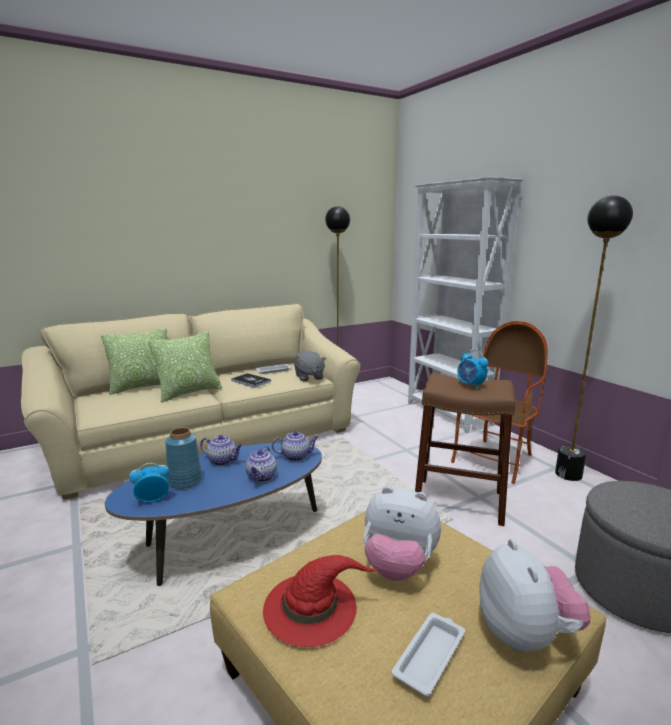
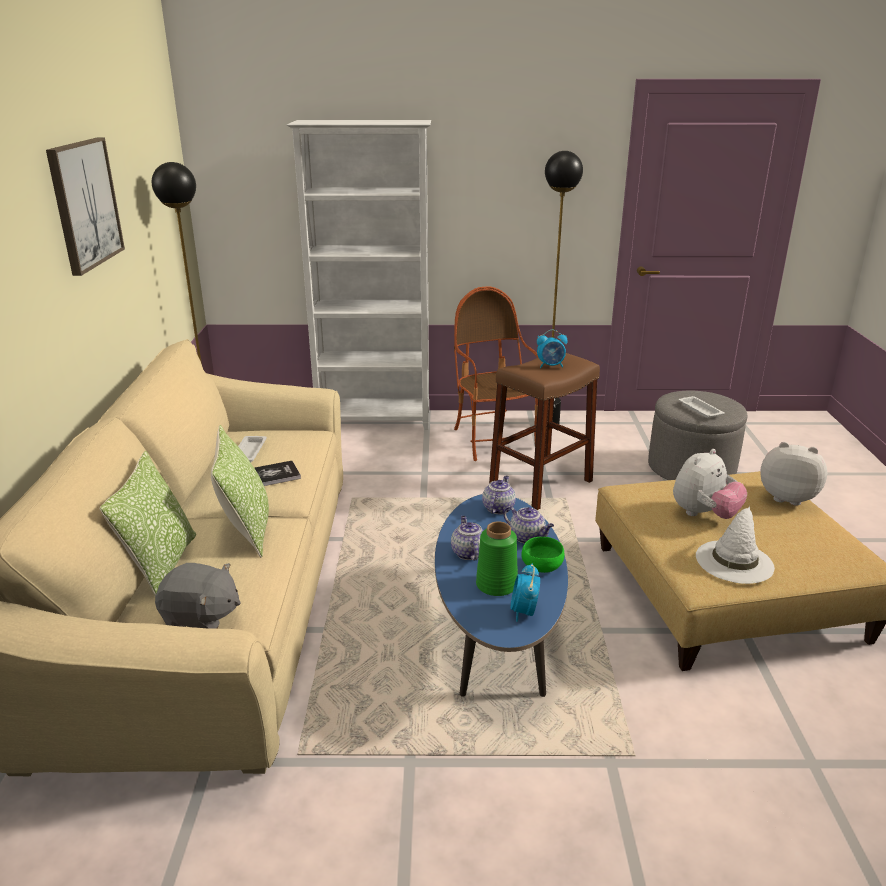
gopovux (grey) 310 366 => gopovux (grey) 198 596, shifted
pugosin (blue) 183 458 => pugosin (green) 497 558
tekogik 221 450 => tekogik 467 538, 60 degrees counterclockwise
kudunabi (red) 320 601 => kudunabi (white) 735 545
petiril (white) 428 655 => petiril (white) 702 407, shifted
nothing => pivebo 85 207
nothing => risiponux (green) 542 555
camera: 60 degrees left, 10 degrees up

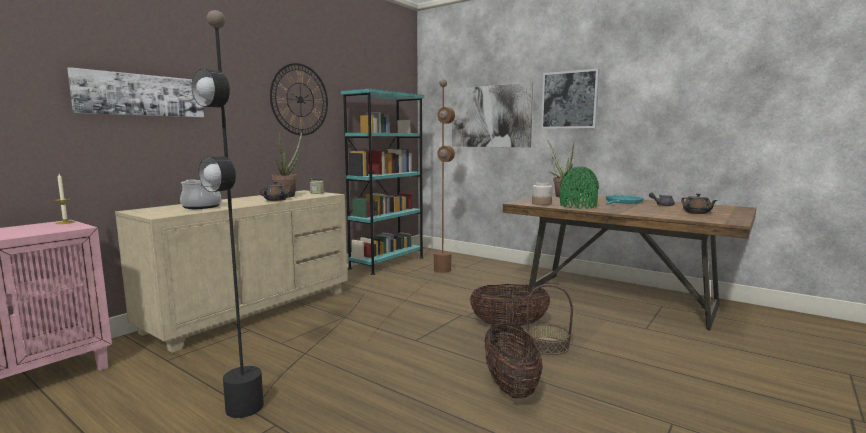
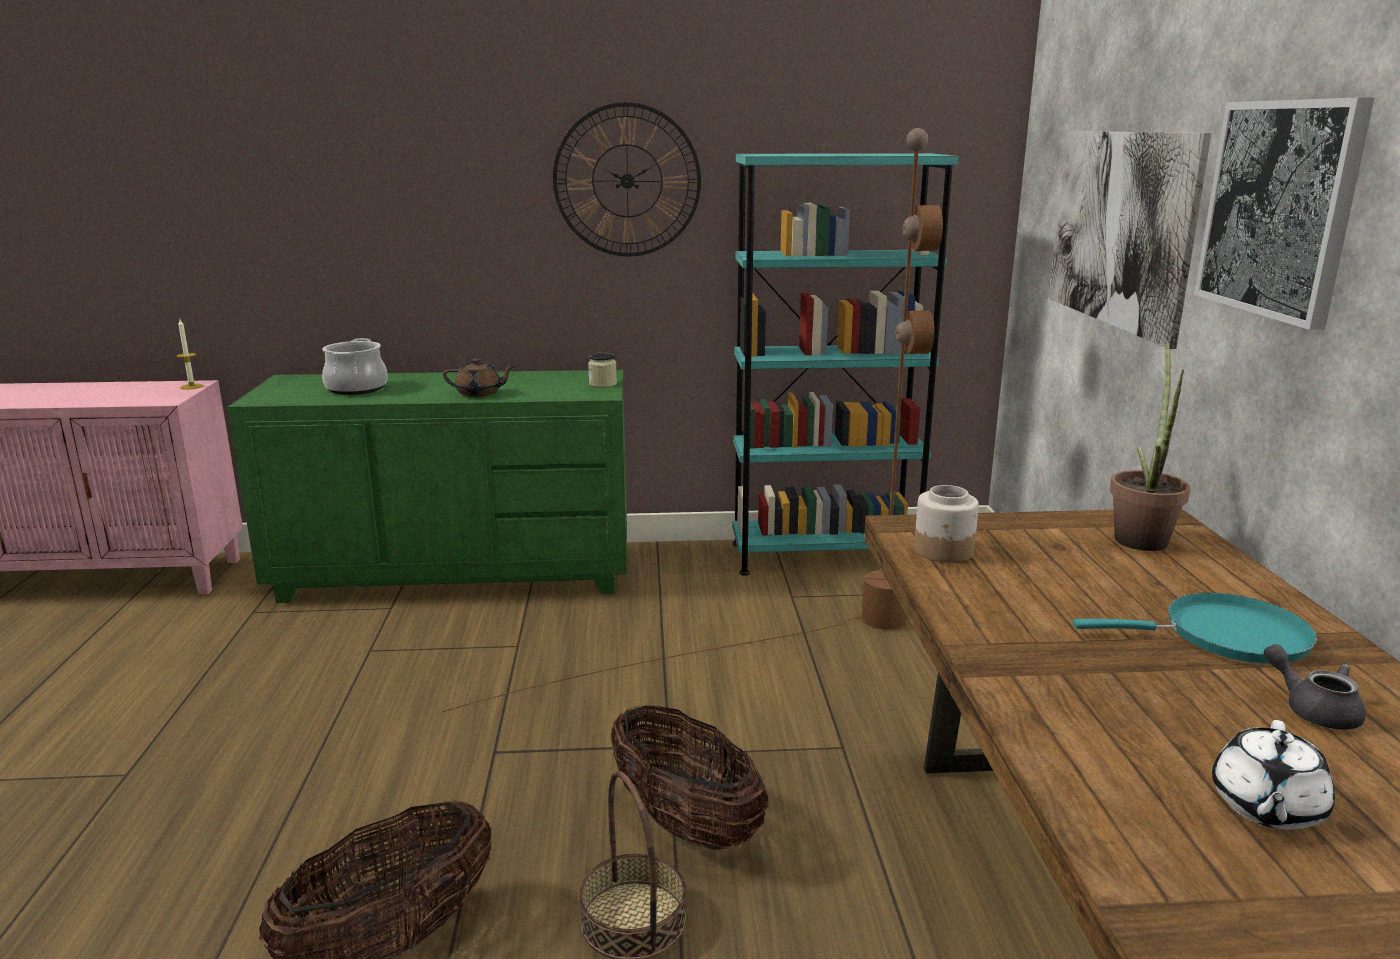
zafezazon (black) 278 214 => nothing
pivebo 135 92 => nothing
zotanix 287 164 => nothing
pugosin (green) 579 188 => nothing
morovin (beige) 231 271 => morovin (green) 427 486
tekogik (brown) 699 203 => tekogik (white) 1273 775
camera: 50 degrees right, 10 degrees up

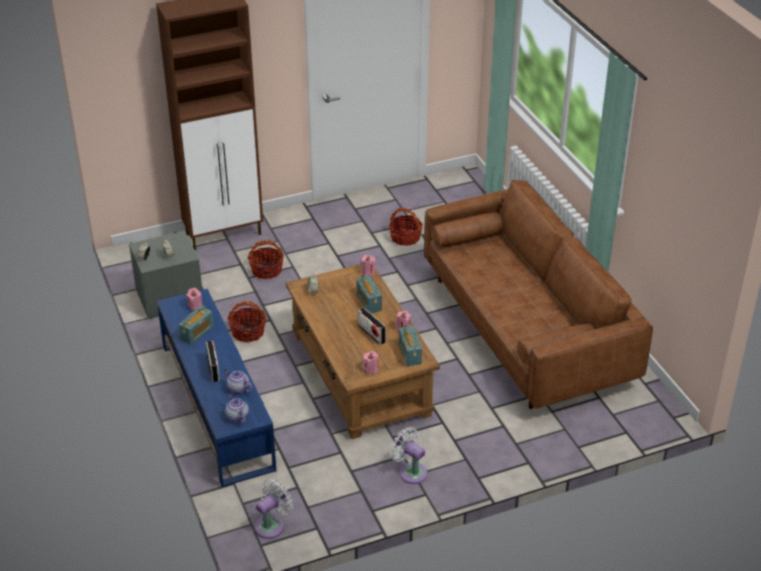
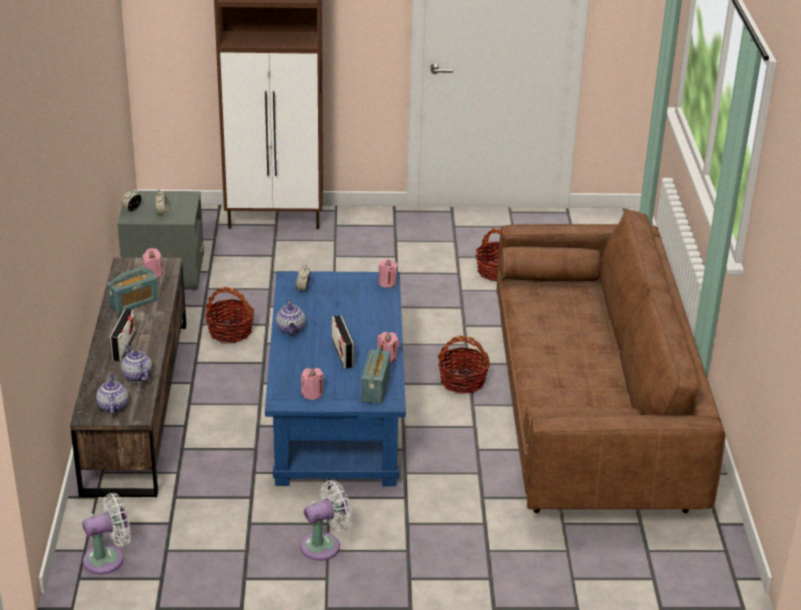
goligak 265 259 => goligak 463 365, shifted
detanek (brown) 363 351 => detanek (blue) 335 378
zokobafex 369 294 => nothing
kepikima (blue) 216 388 => kepikima (brown) 128 377
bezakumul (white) 409 455 => bezakumul (white) 327 520, 90 degrees clockwise
nothing => tekogik 291 317
camera: 20 degrees right, 5 degrees down

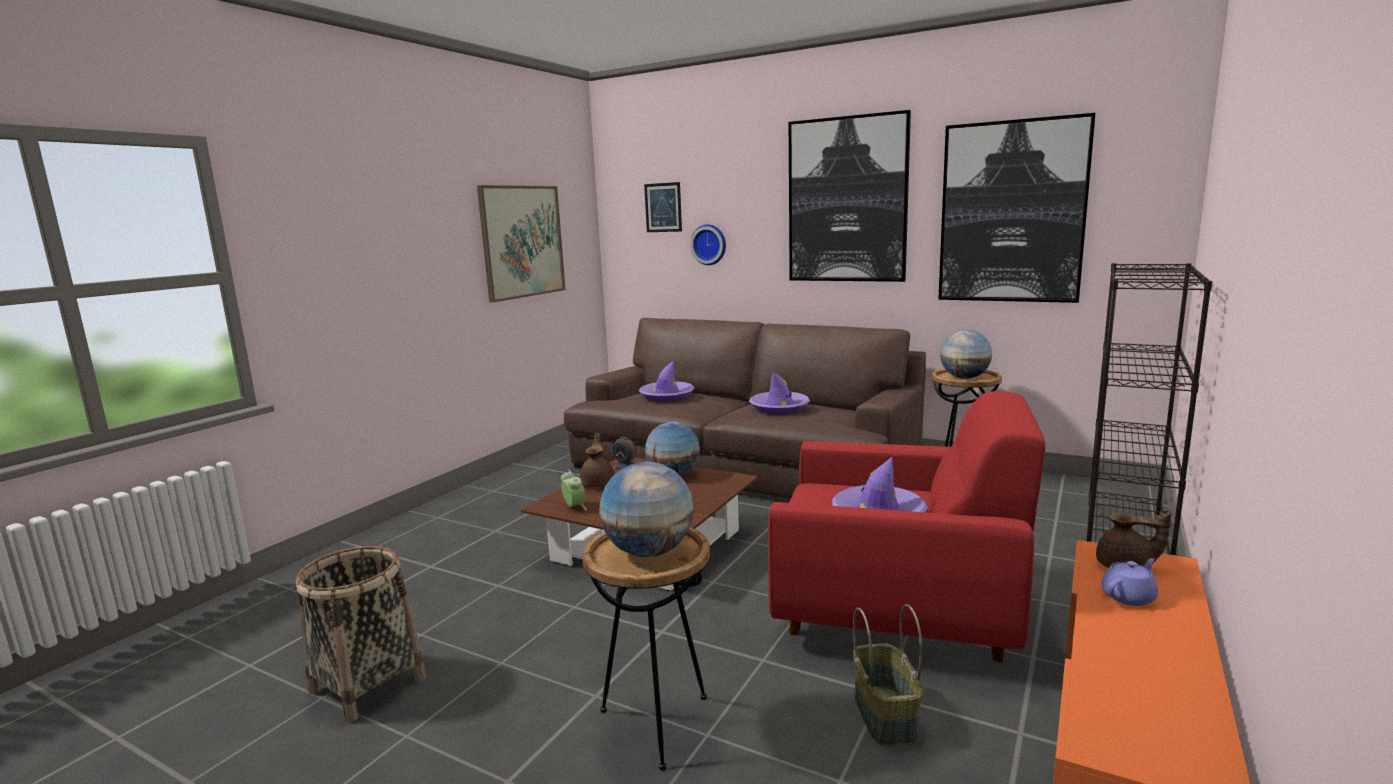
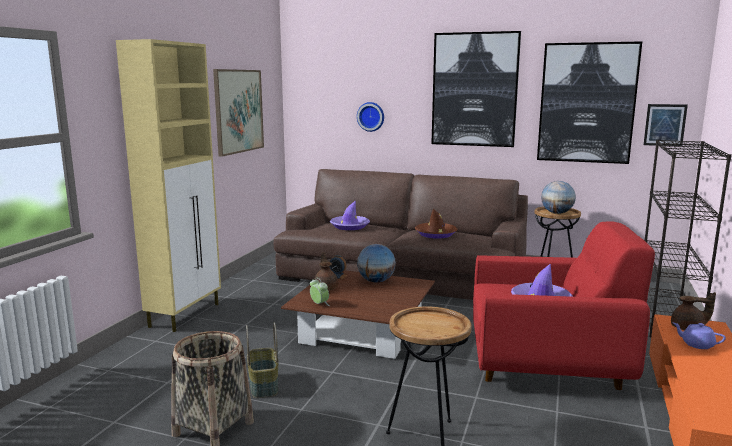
pivebo 663 207 => pivebo 665 125, shifted
kudunabi (purple) 779 393 => kudunabi (brown) 436 224
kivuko 646 509 => nothing
tekogik (purple) 1129 582 => tekogik (purple) 699 336, 105 degrees counterclockwise
goligak 888 675 => goligak 262 360, shifted
nothing => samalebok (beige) 168 185
camera: 10 degrees left, 0 degrees up

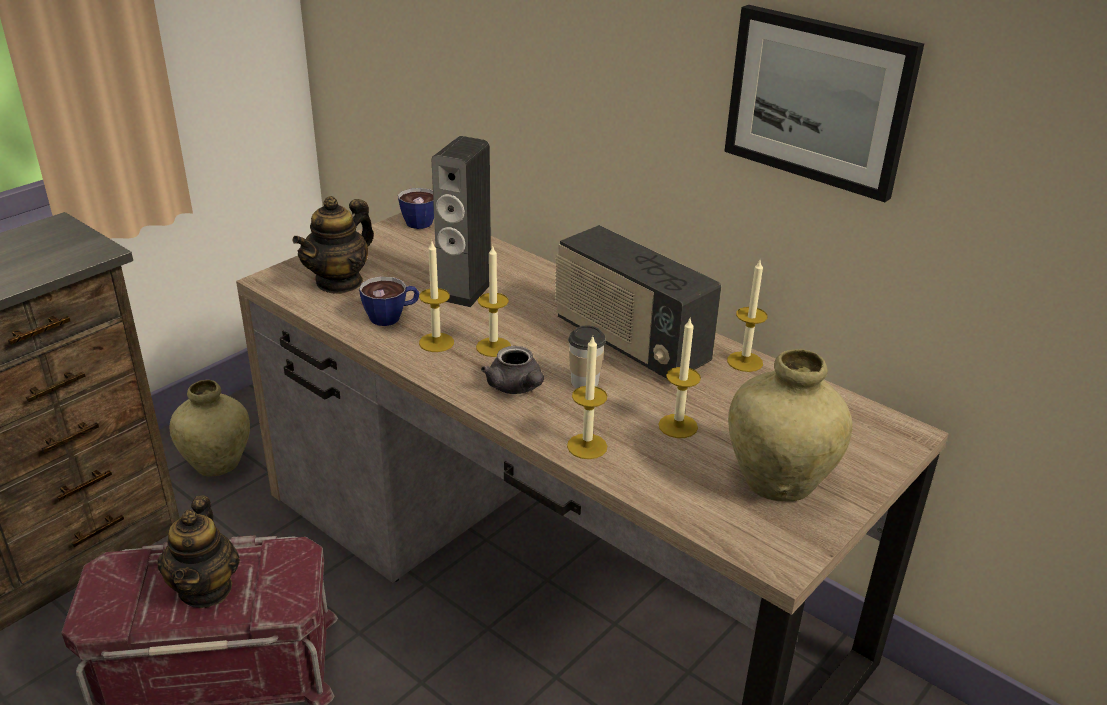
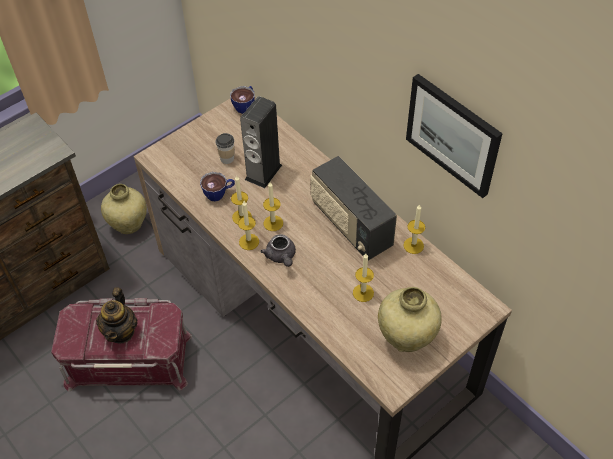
tekogik 333 245 => nothing
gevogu 587 357 => gevogu 225 148, shifted
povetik 587 398 => povetik 248 225, shifted
camera: 10 degrees right, 20 degrees up

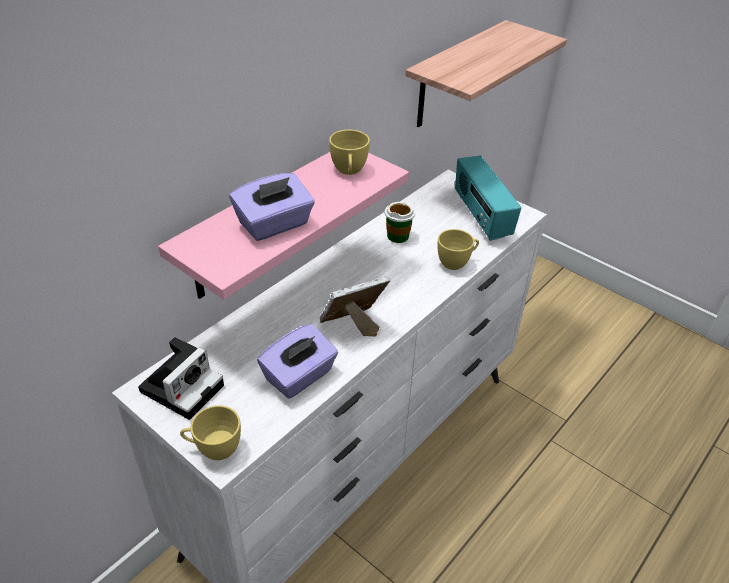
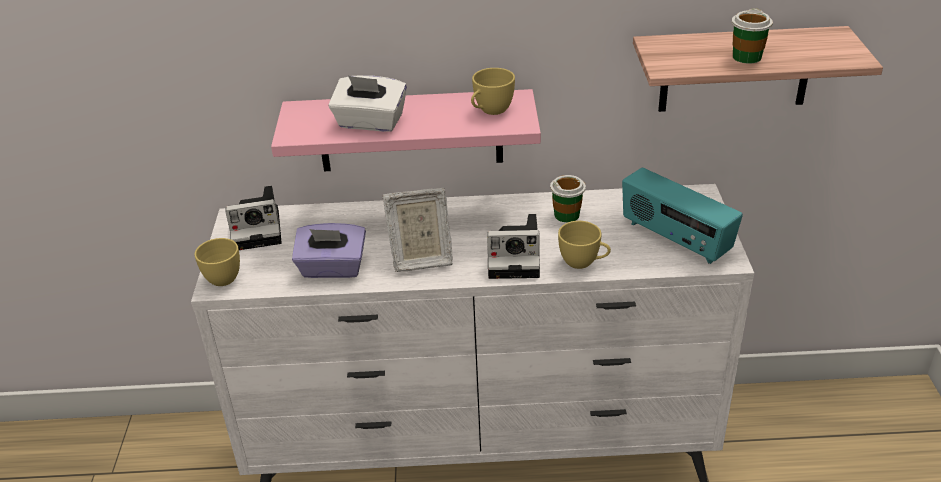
zokobafex 488 198 => zokobafex 682 216, 75 degrees counterclockwise
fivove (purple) 272 207 => fivove (white) 368 103
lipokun 355 306 => lipokun 417 230, 150 degrees clockwise
nothing => gevogu 752 36
nothing => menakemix 513 246
camera: 50 degrees right, 5 degrees down

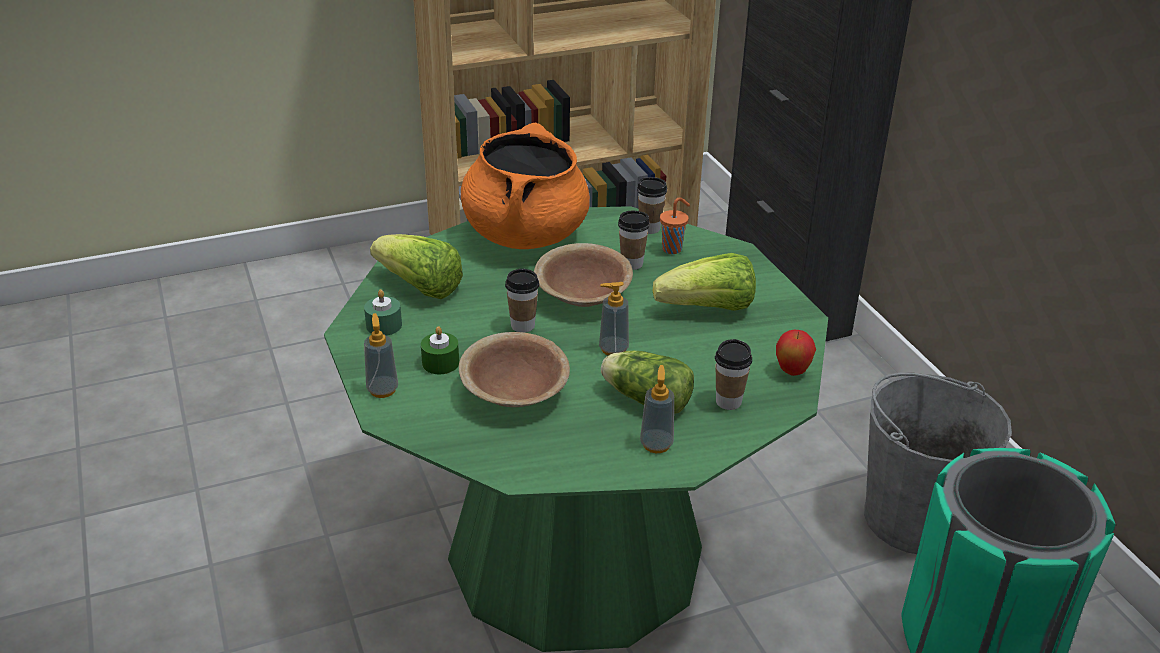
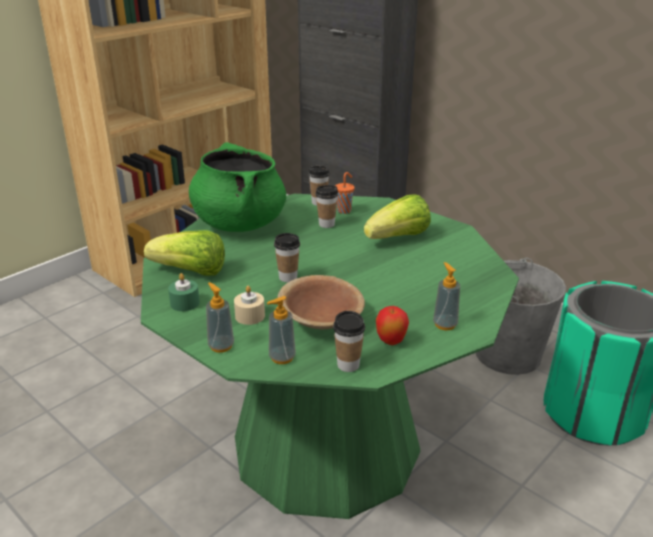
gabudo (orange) 525 185 => gabudo (green) 237 187
risiponux (brown) 583 275 => nothing
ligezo 614 318 => ligezo 281 330, shifted
povetik (green) 440 350 => povetik (beige) 249 305
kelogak 796 353 => kelogak 392 325, shifted
gevogu 733 374 => gevogu 349 341, shifted
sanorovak 647 382 => nothing
camera: 25 degrees left, 5 degrees down

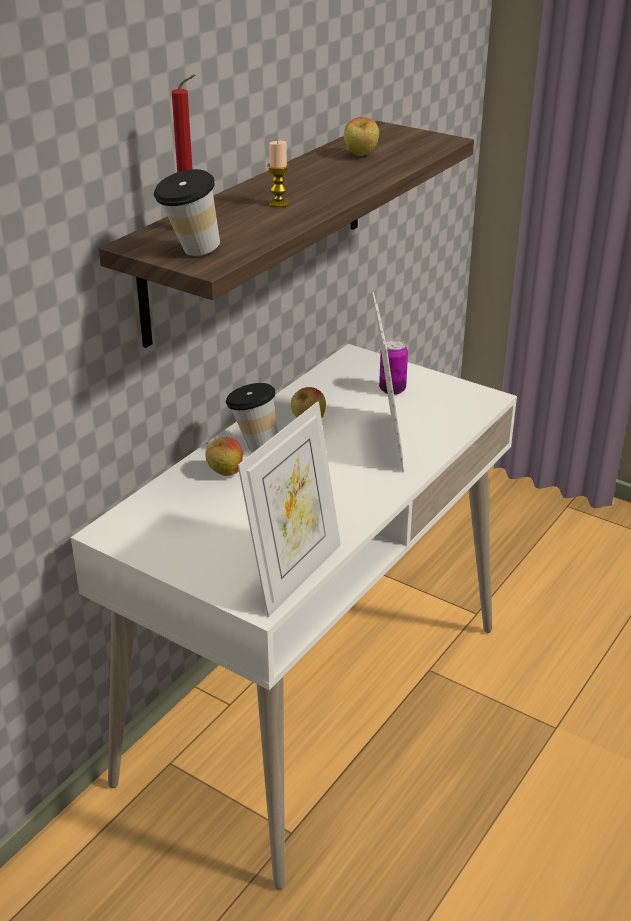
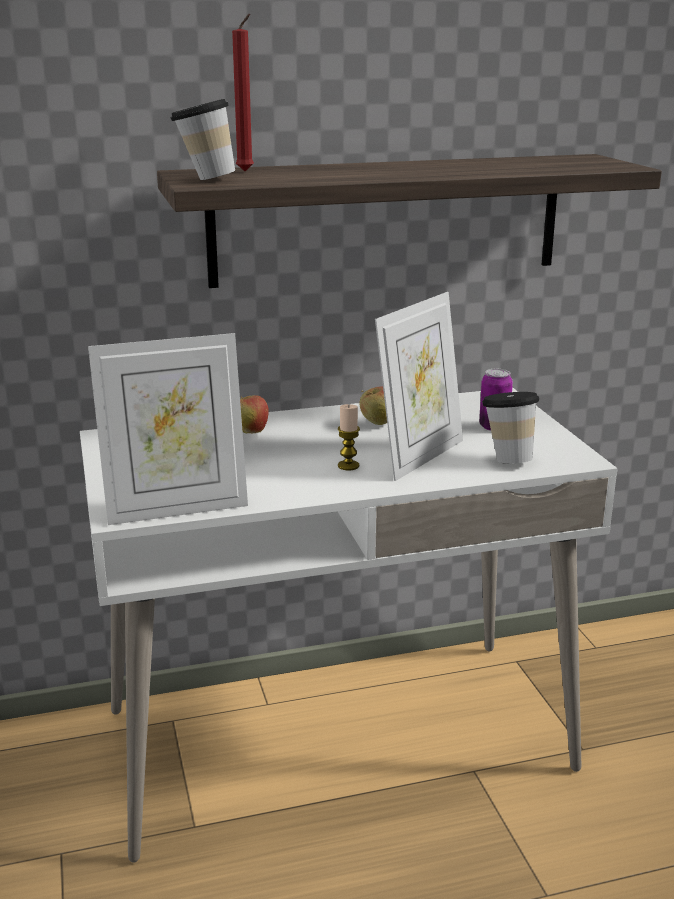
kelogak 361 136 => nothing
povetik 278 173 => povetik 349 437, shifted
gevogu 252 417 => gevogu 510 428, shifted
camera: 40 degrees right, 10 degrees down

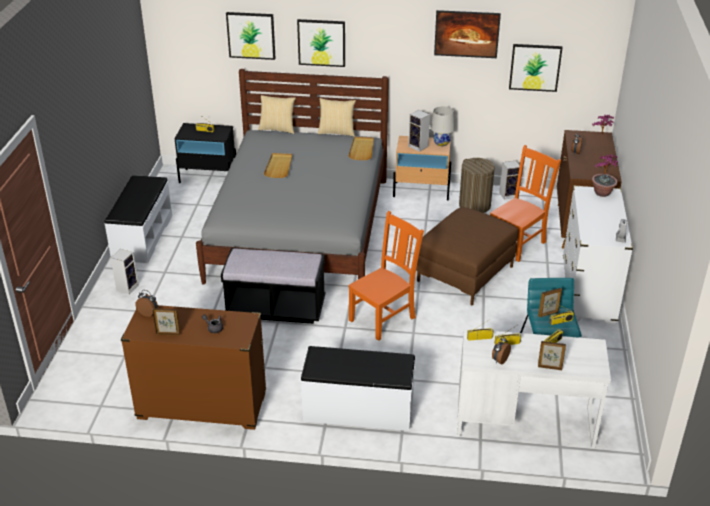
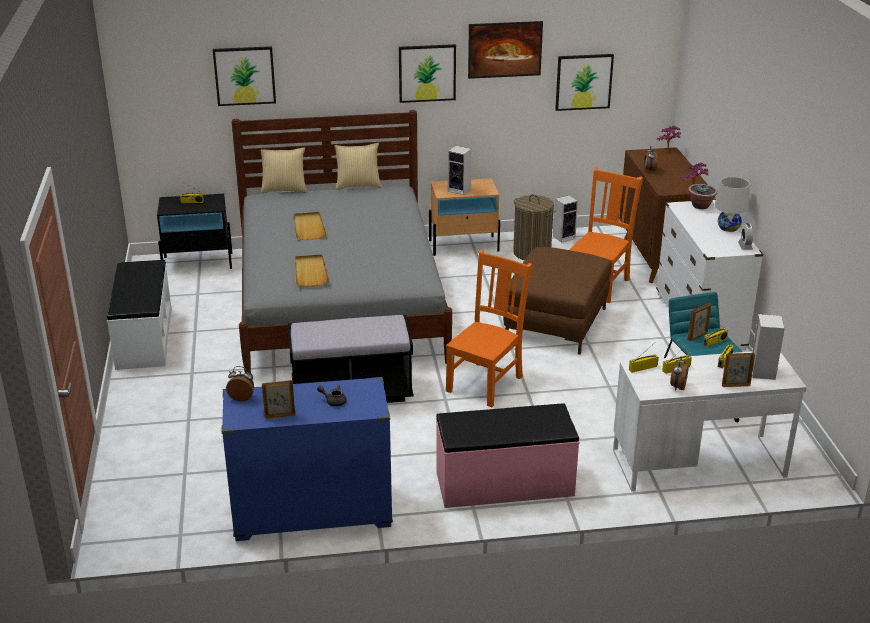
pivebo 321 43 => pivebo 427 73, shifted
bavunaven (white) 442 126 => bavunaven (white) 732 204, shifted
petiril (beige) 361 148 => petiril (beige) 312 270, shifted
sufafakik 125 271 => sufafakik 768 347, shifted
morovin (brown) 193 367 => morovin (blue) 307 459
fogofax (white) 358 388 => fogofax (pink) 508 455
camera: 15 degrees left, 5 degrees down

